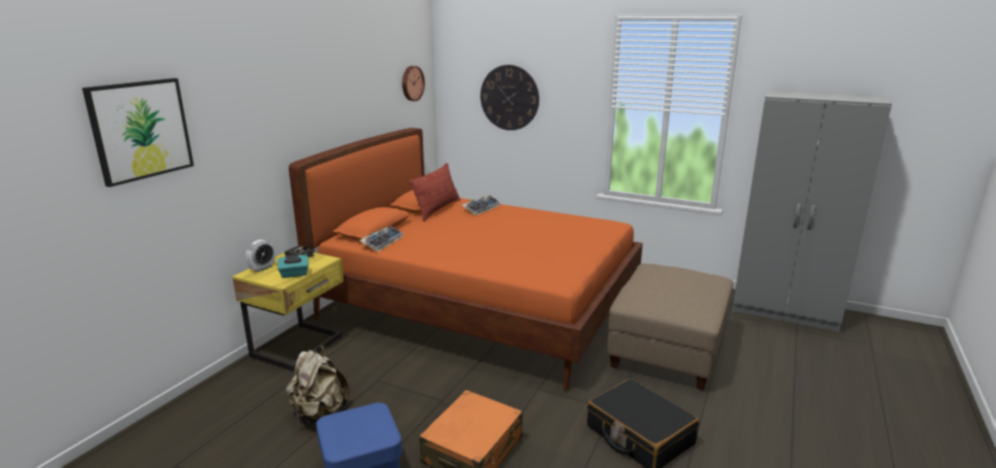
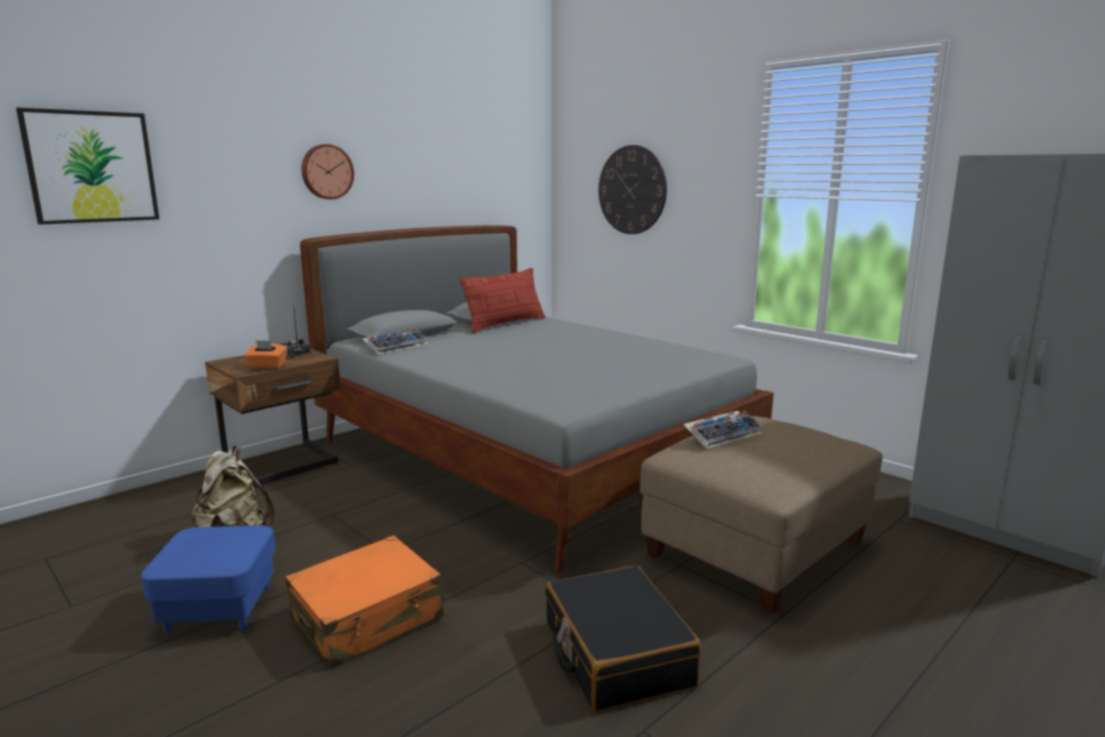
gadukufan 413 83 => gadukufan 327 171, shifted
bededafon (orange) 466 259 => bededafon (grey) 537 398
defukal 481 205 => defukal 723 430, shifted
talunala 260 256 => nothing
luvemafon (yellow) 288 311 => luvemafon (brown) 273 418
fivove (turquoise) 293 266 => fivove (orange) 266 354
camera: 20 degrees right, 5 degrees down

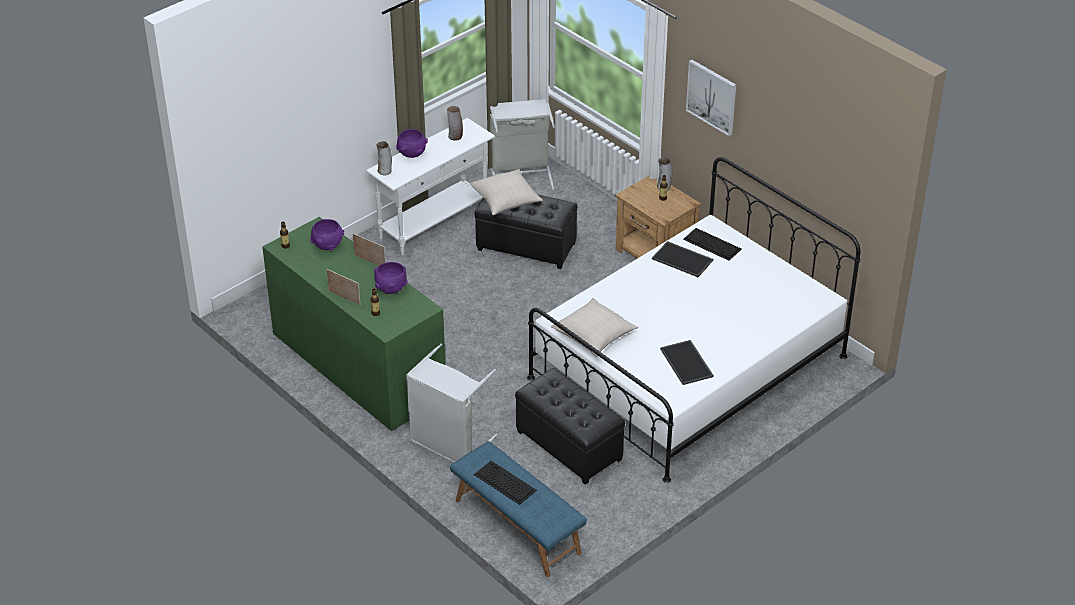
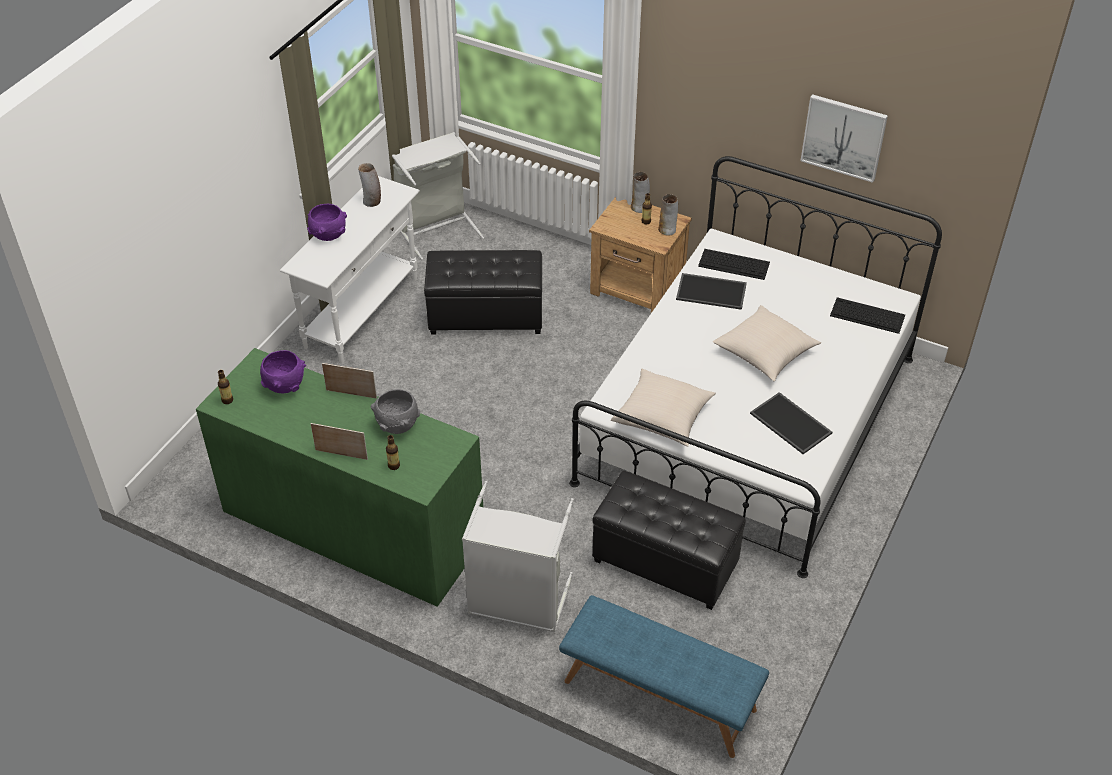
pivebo 711 98 => pivebo 844 138, shifted
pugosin 384 158 => pugosin 668 214, shifted
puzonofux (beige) 506 192 => puzonofux (beige) 767 343, shifted
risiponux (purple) 391 278 => risiponux (grey) 395 411
defukal 505 483 => defukal 867 315, shifted
camera: 20 degrees left, 5 degrees up

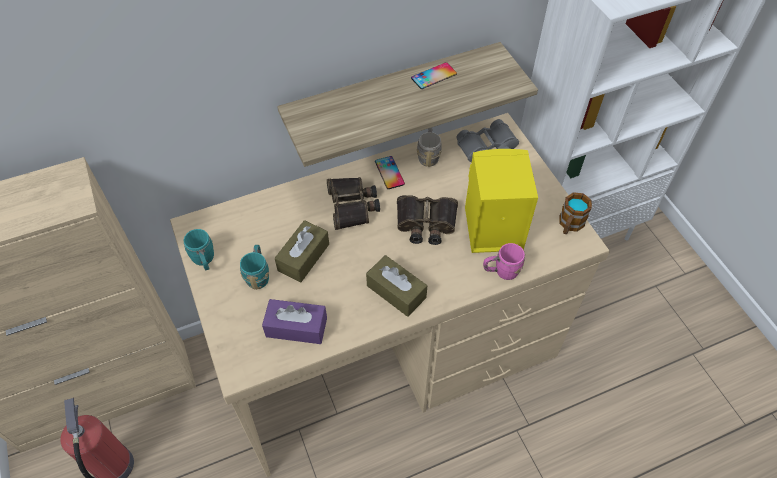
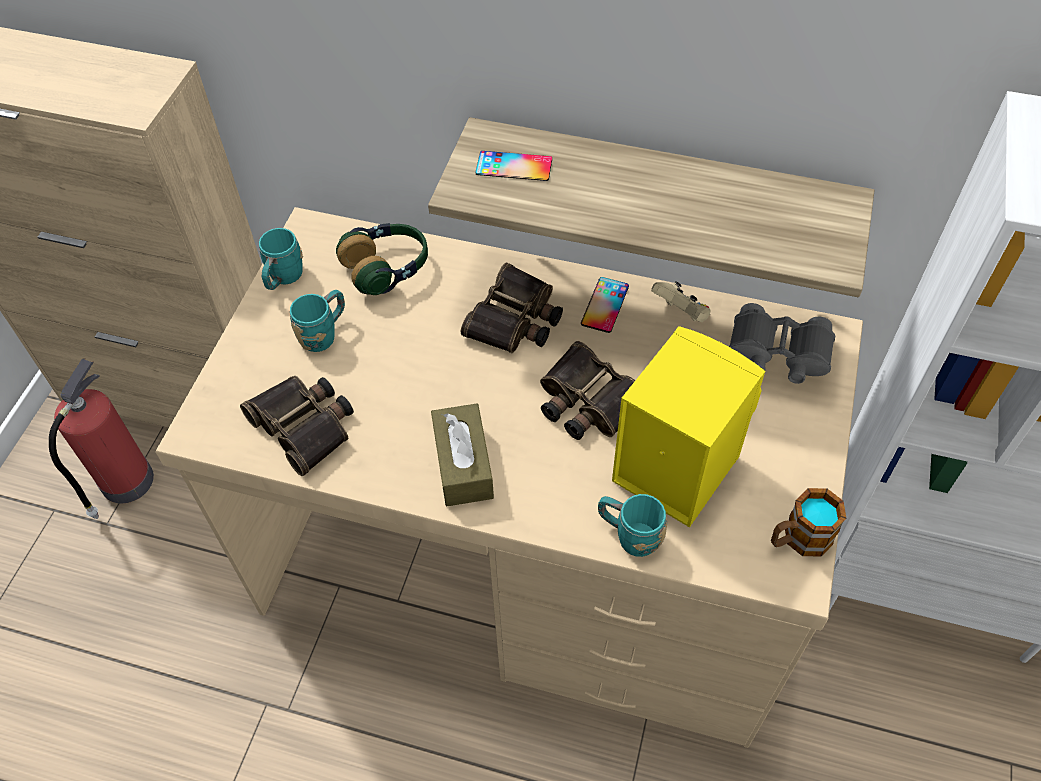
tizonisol 434 75 => tizonisol 514 166, shifted
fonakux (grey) 429 147 => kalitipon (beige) 681 301
fivove (brown) 302 251 => nothing
fonakux (pink) 504 261 => fonakux (turquoise) 633 525
fivove (purple) 294 321 => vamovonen 297 426
nothing => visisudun 382 259
camera: 40 degrees right, 0 degrees up

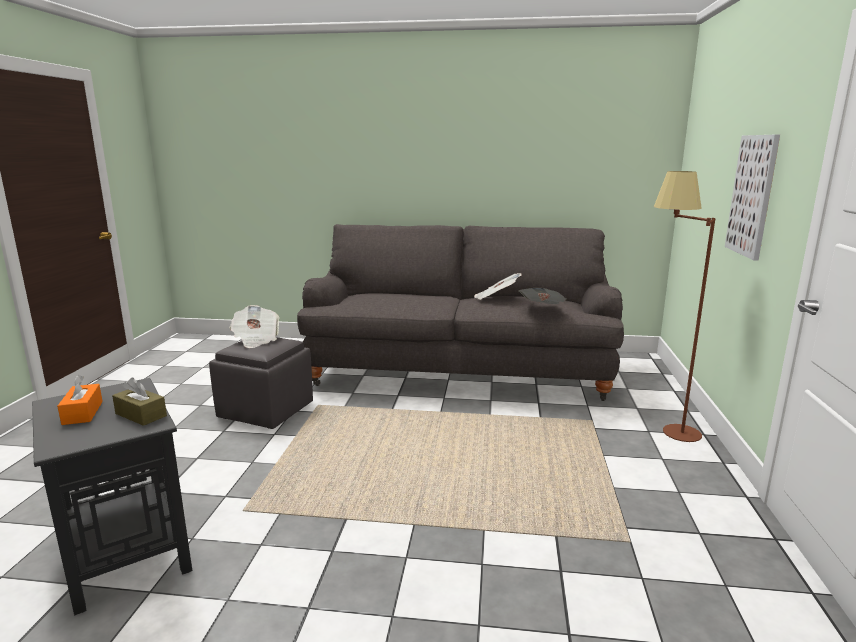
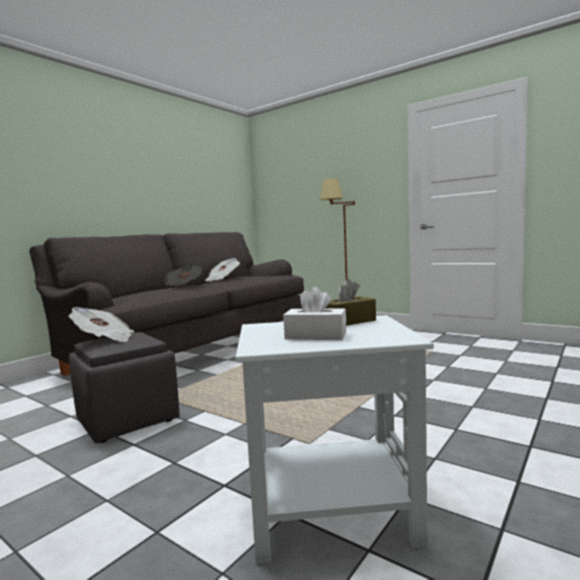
pivebo 752 197 => nothing
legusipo 542 296 => legusipo 183 275, shifted
fivove (orange) 80 400 => fivove (white) 314 313
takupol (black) 112 496 => takupol (white) 334 439
camera: 60 degrees left, 10 degrees down

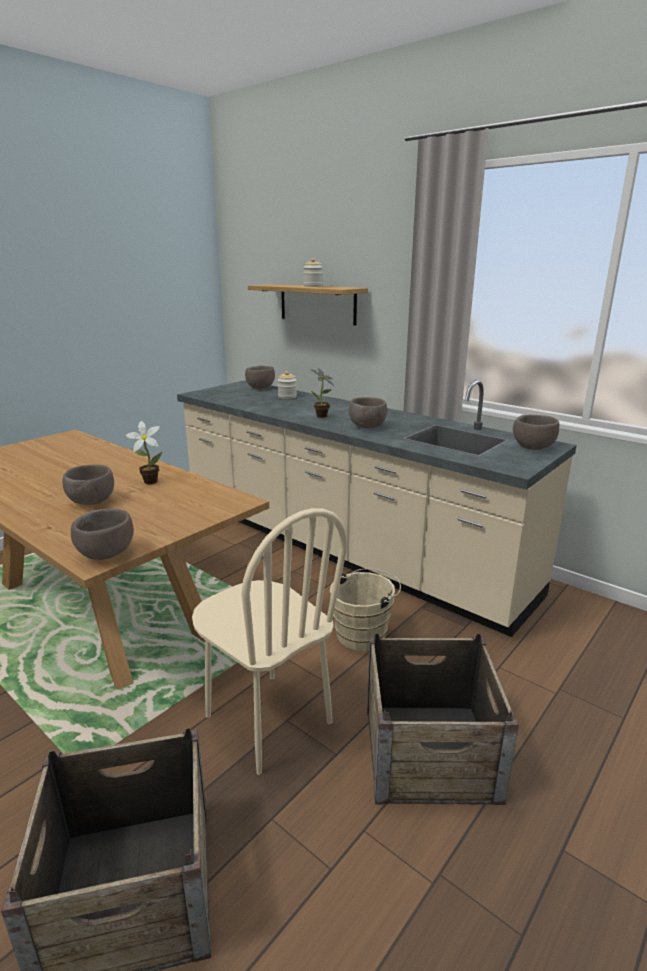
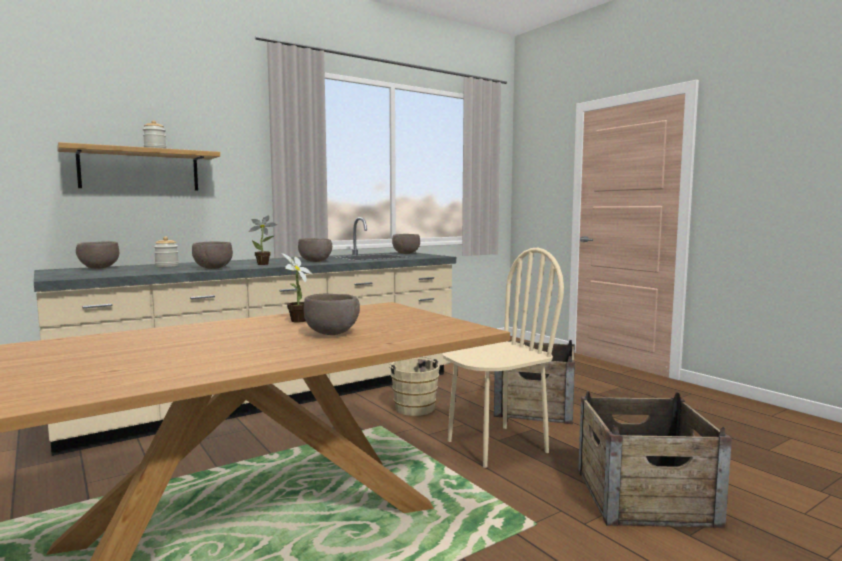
risiponux (brown) 102 534 => risiponux (brown) 212 255, shifted
camera: 75 degrees left, 15 degrees down

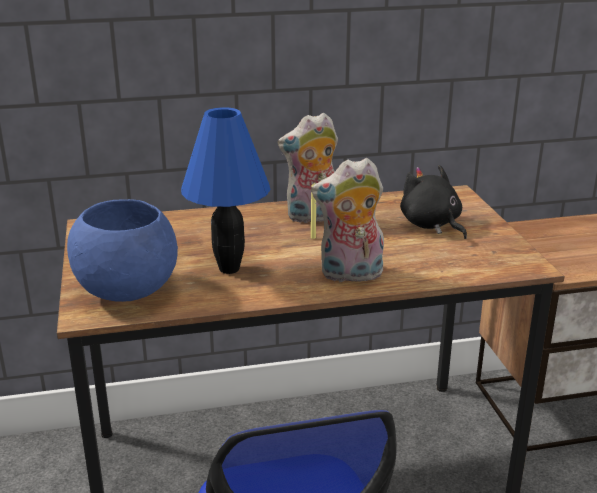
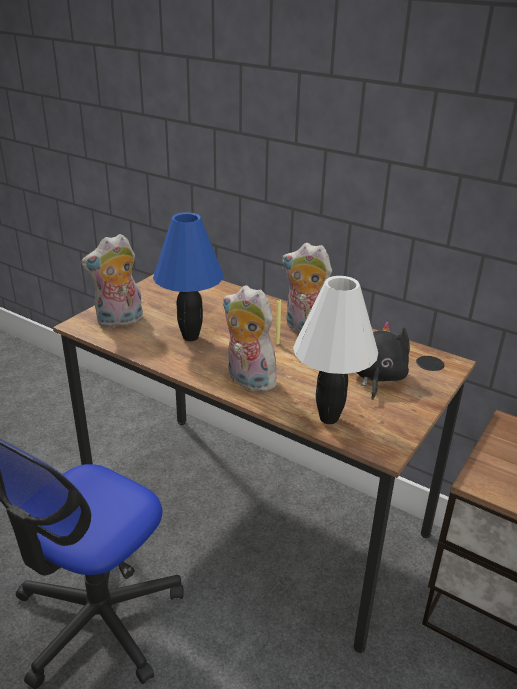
risiponux (blue) 122 250 => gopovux 112 281
nothing => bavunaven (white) 335 350
camera: 45 degrees right, 5 degrees up

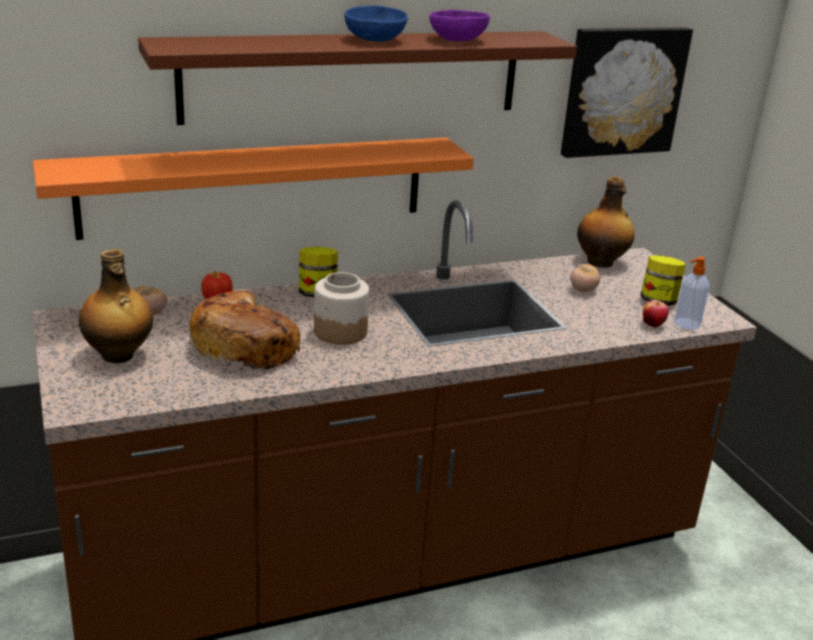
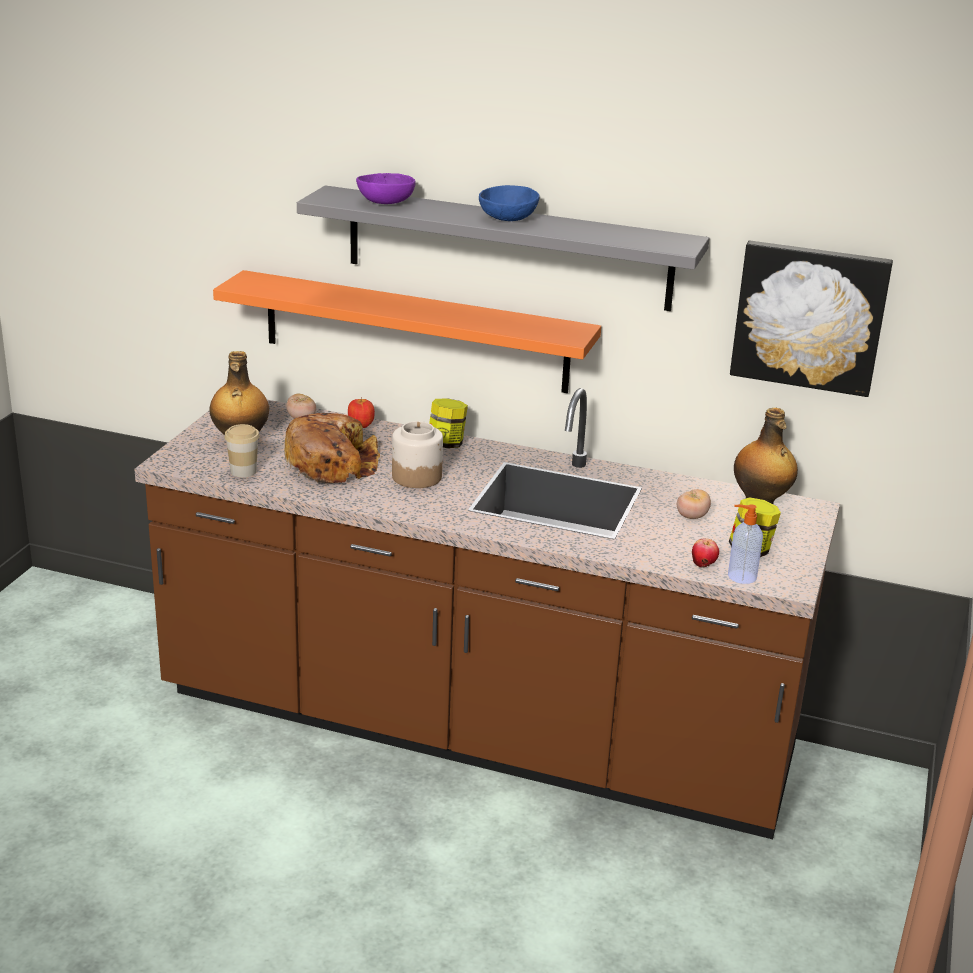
risiponux (purple) 459 25 => risiponux (purple) 386 188, shifted
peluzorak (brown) 357 78 => peluzorak (grey) 503 248
nothing => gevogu 242 450
camera: 40 degrees right, 0 degrees up

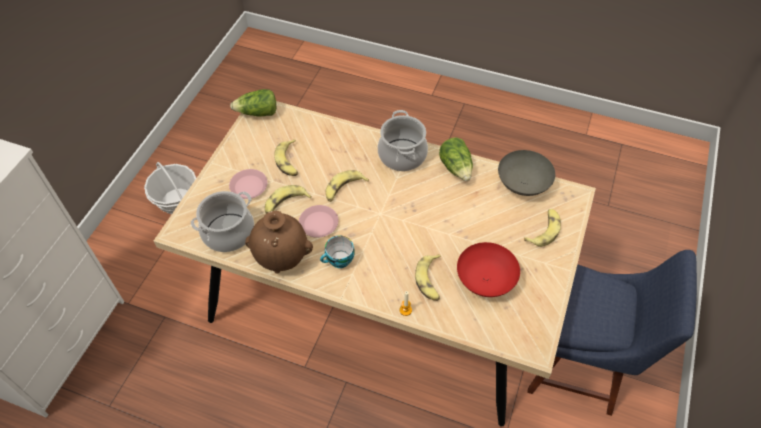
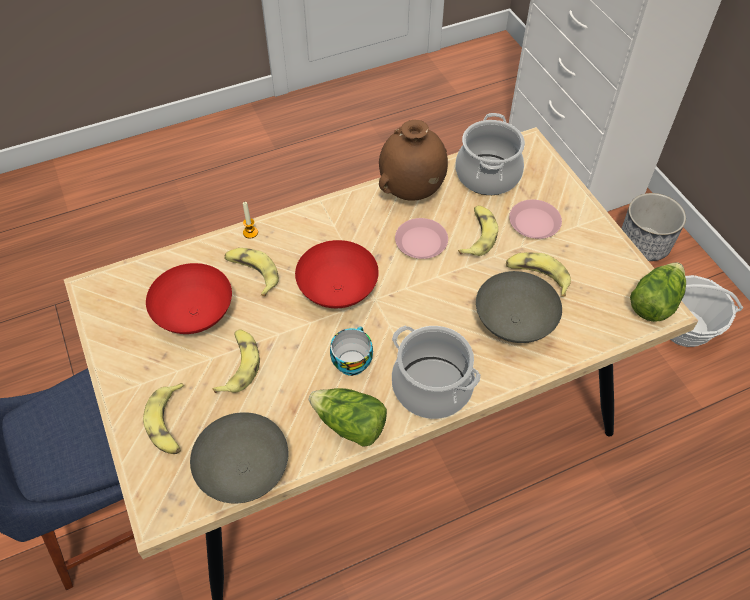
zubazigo 347 186 => zubazigo 236 361, shifted
gevogu 337 252 => gevogu 351 351, shifted
nothing => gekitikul 653 227
nothing => risiponux (red) 337 274
nothing => risiponux (grey) 519 307
camera: 135 degrees right, 0 degrees up

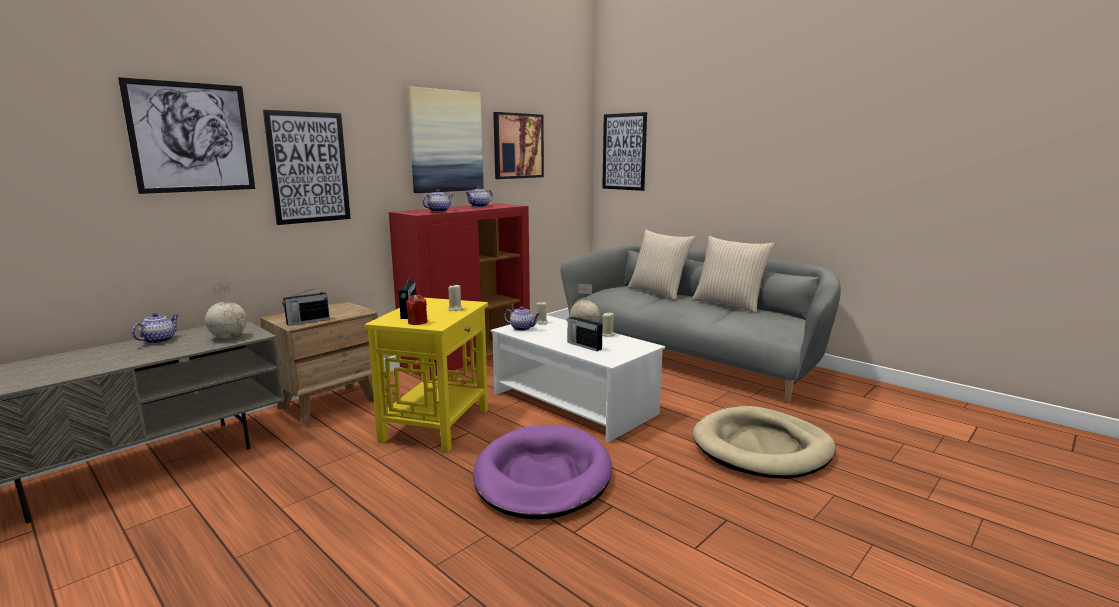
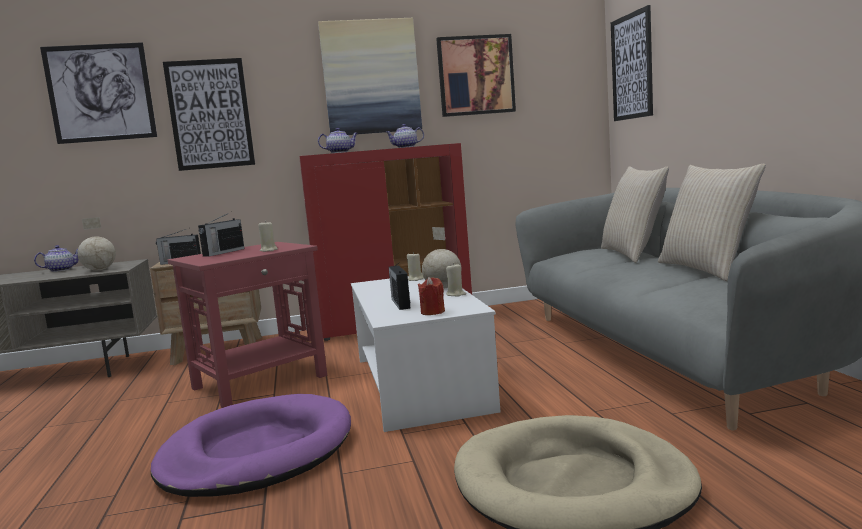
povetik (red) 417 310 => povetik (red) 431 296, shifted
takupol (yellow) 426 375 => takupol (red) 247 325
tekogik 522 318 => nothing
camera: 35 degrees right, 5 degrees down

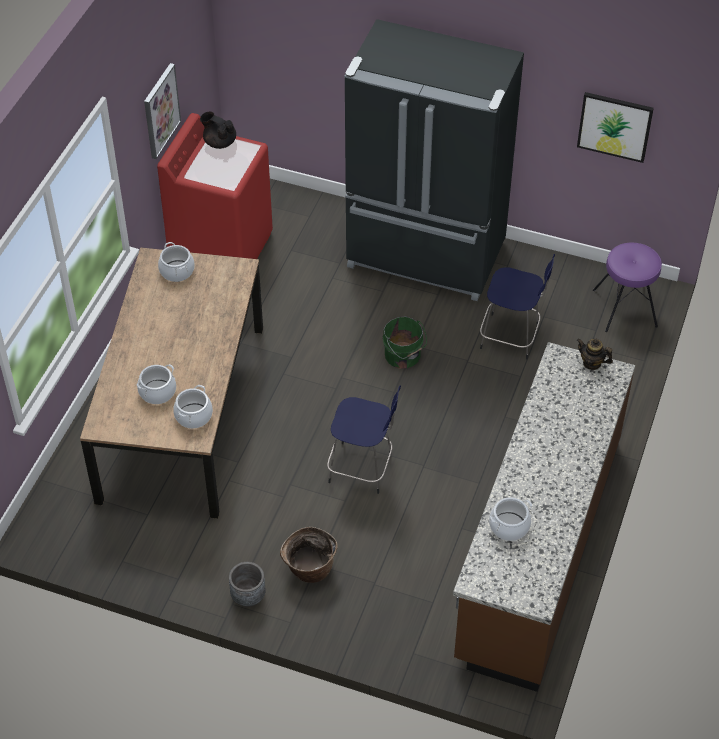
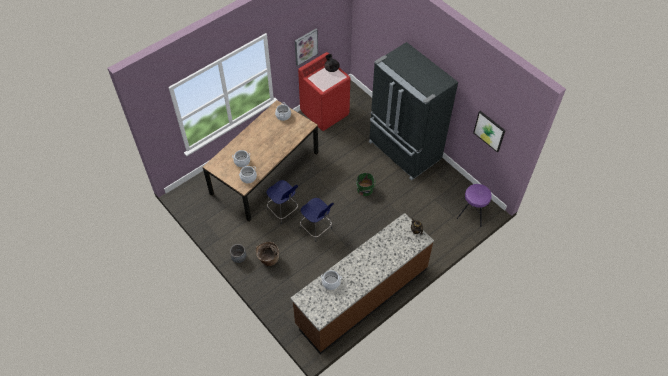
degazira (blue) 517 306 => degazira (blue) 282 202, shifted
camera: 30 degrees right, 5 degrees up

